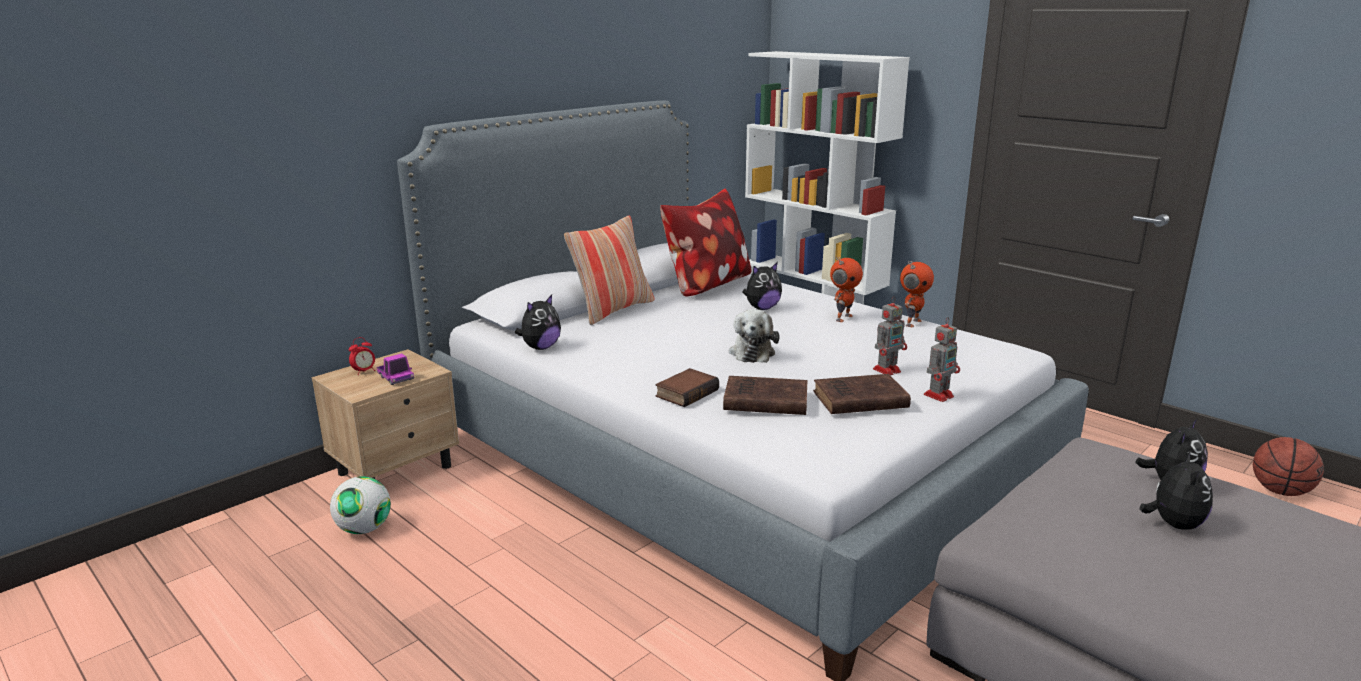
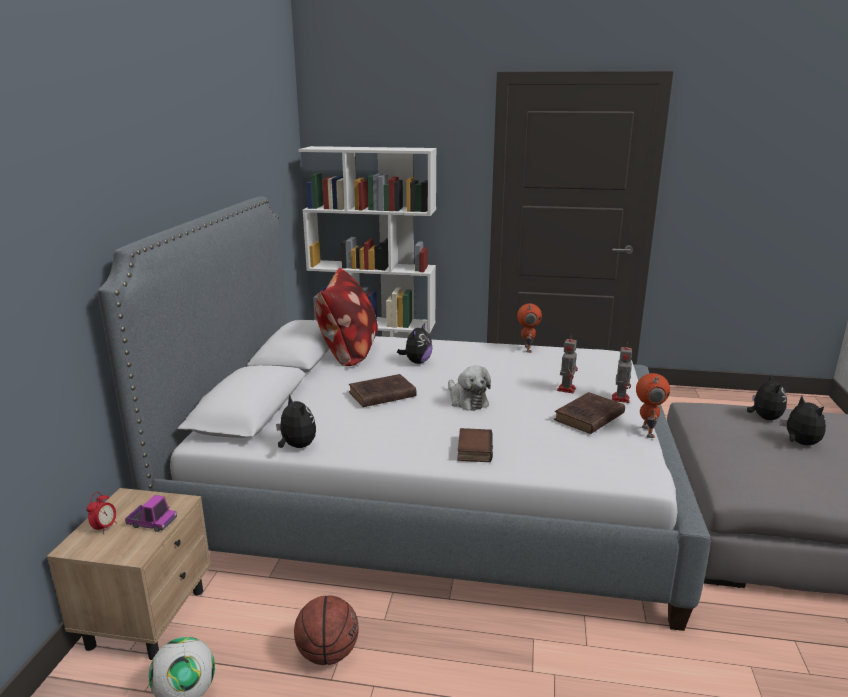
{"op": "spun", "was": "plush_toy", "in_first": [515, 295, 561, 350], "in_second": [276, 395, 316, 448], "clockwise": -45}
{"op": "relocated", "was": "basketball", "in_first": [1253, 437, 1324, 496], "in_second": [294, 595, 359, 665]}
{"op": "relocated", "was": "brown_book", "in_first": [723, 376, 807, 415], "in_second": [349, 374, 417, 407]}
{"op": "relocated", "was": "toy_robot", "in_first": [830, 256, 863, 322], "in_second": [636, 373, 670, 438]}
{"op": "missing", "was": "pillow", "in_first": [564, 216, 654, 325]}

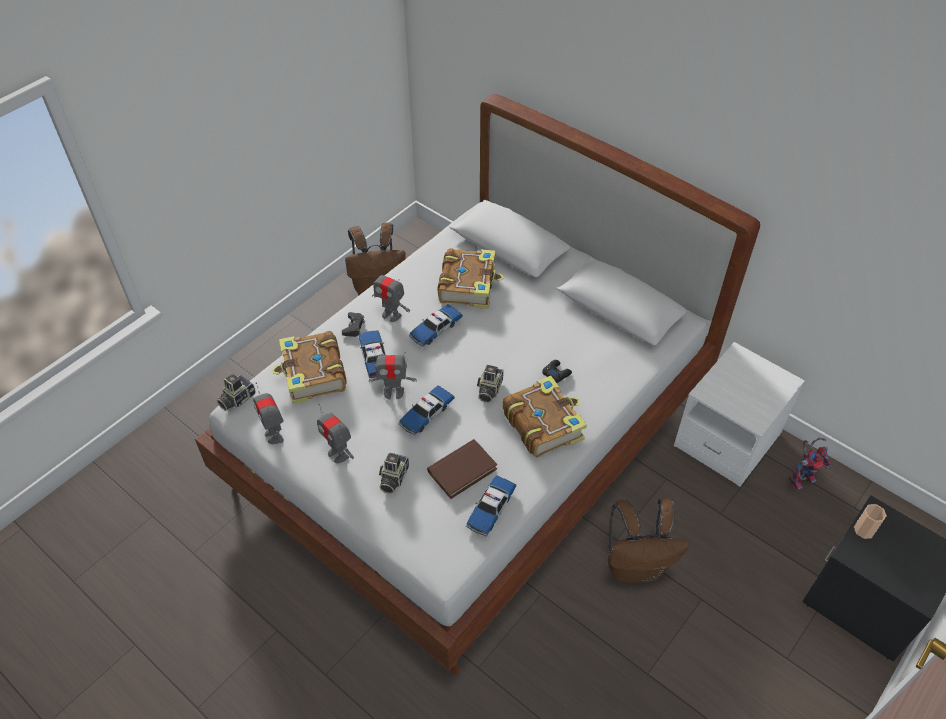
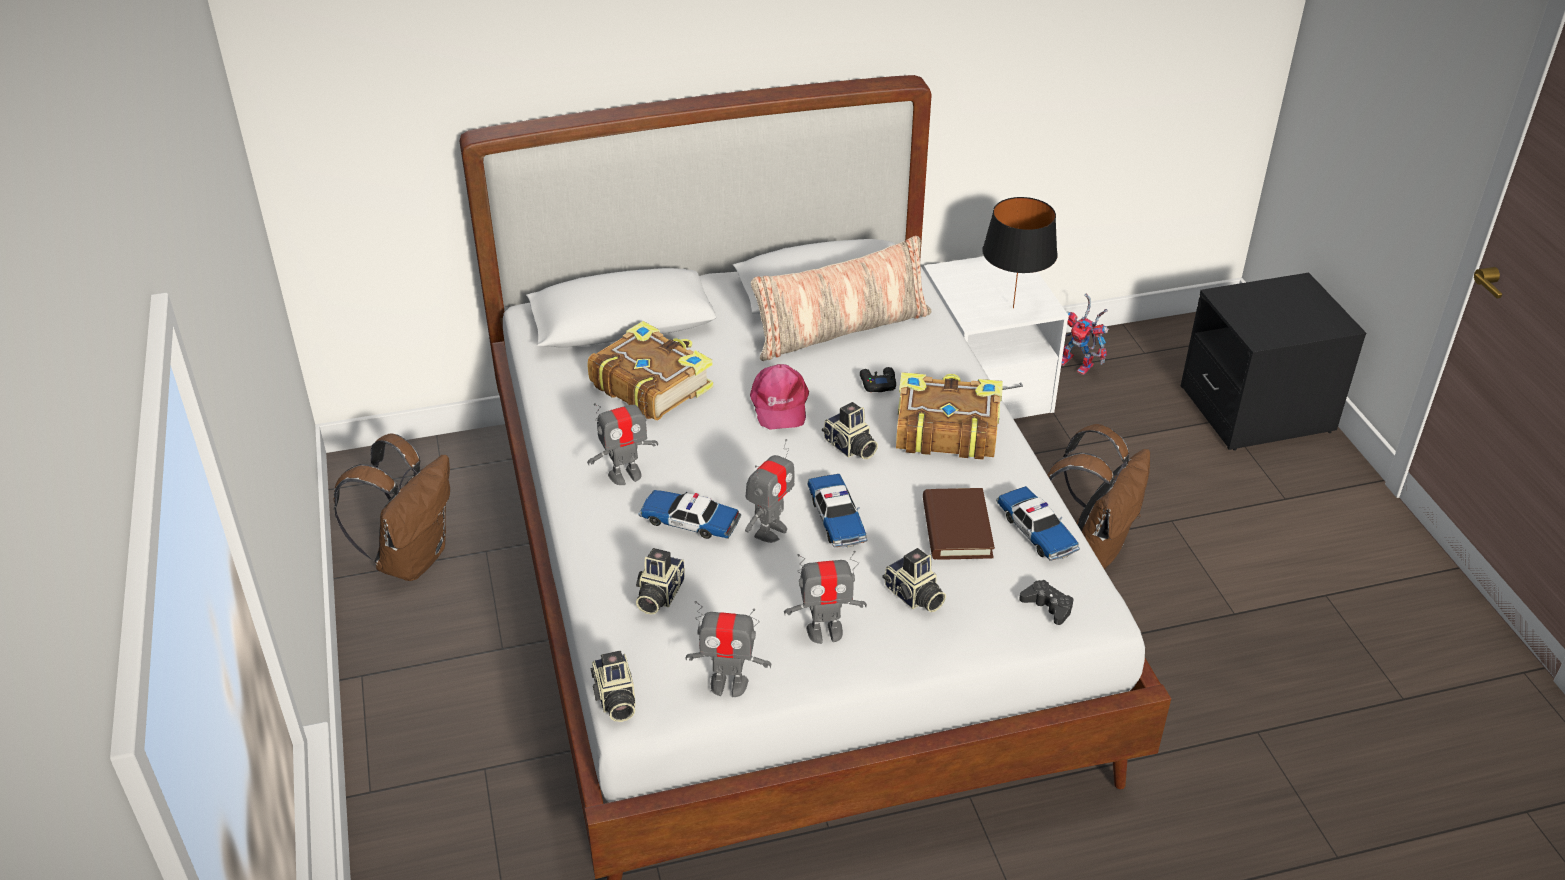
{"op": "exchanged", "was": "book", "now": "photo_camera", "in_first": [272, 331, 347, 404], "in_second": [636, 548, 685, 615]}
{"op": "appeared", "now": "pink_cap", "in_second": [750, 364, 809, 430]}
{"op": "appeared", "now": "pillow", "in_second": [751, 236, 932, 361]}
{"op": "appeared", "now": "black_table_lamp", "in_second": [982, 197, 1058, 308]}
{"op": "relocated", "was": "black_game_controller", "in_first": [342, 312, 365, 337], "in_second": [1019, 580, 1074, 625]}
{"op": "spun", "was": "toy_robot", "in_first": [789, 437, 832, 491], "in_second": [1061, 294, 1109, 375], "clockwise": 120}
{"op": "missing", "was": "toy_car", "in_first": [409, 304, 463, 347]}
{"op": "missing", "was": "cup", "in_first": [854, 504, 887, 539]}

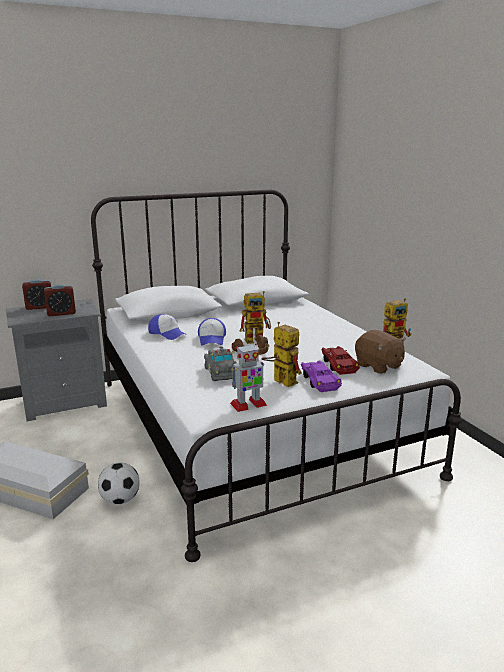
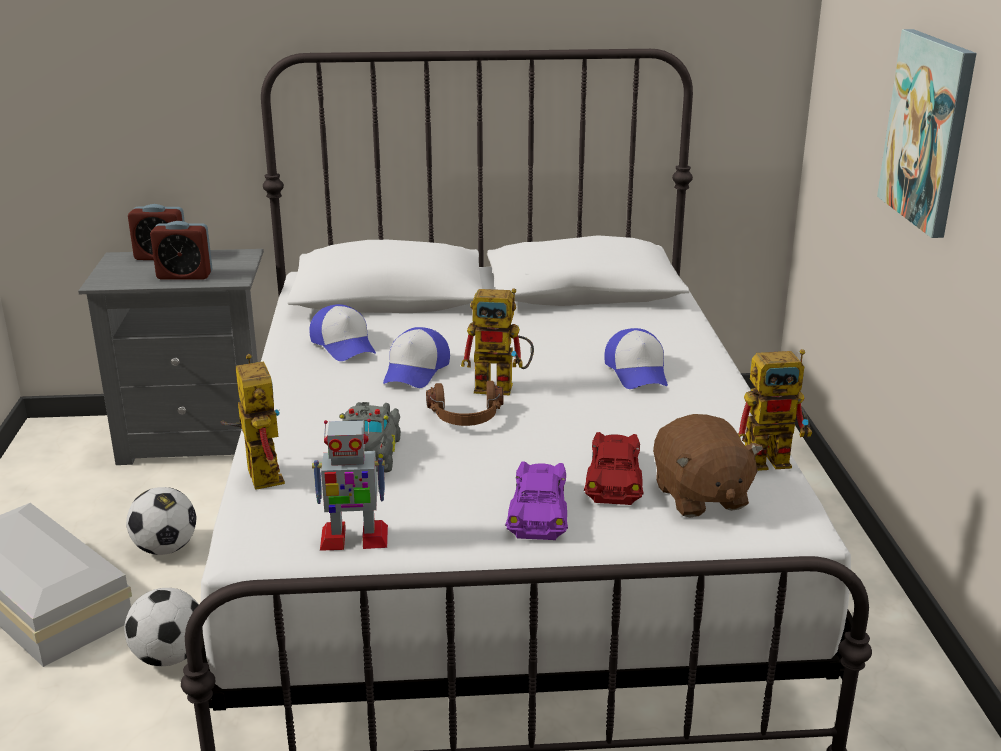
{"op": "appeared", "now": "football", "in_second": [126, 487, 197, 555]}
{"op": "relocated", "was": "toy_robot", "in_first": [261, 322, 302, 387], "in_second": [221, 354, 285, 490]}
{"op": "appeared", "now": "cap", "in_second": [604, 328, 668, 389]}
{"op": "appeared", "now": "picture", "in_second": [877, 29, 977, 238]}

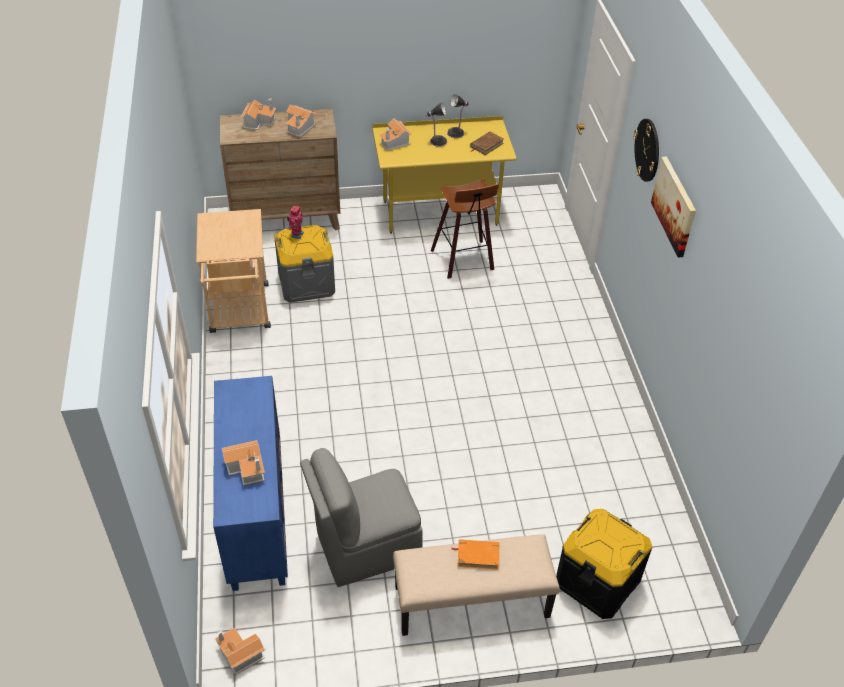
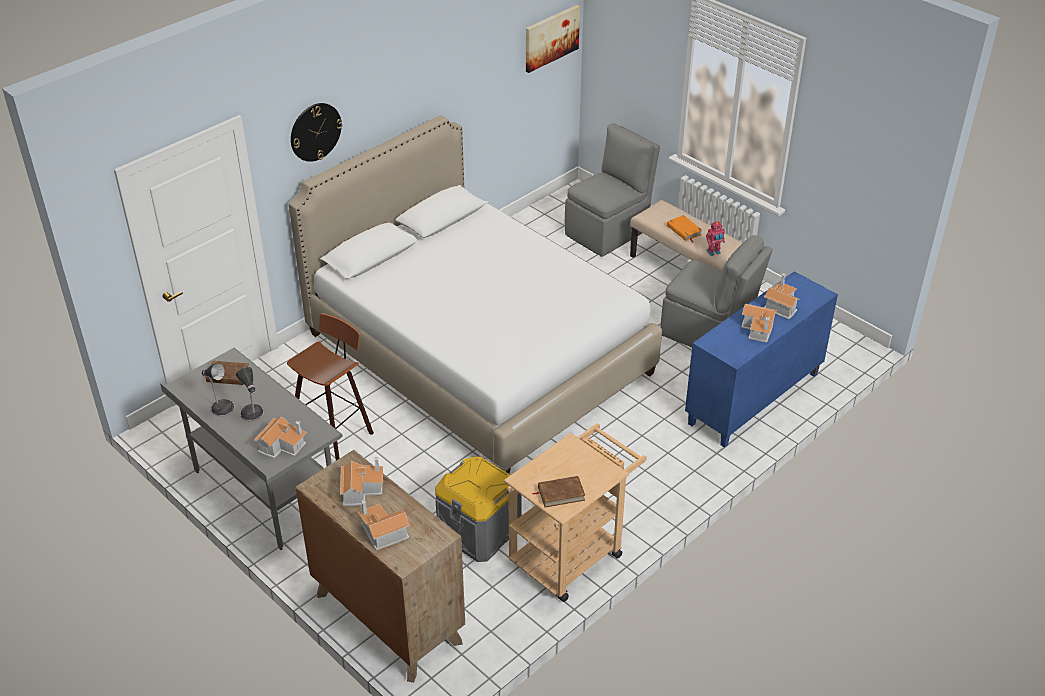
{"op": "colour", "was": "yellow_desk", "now": "grey_desk", "in_first": [372, 116, 516, 234], "in_second": [160, 348, 343, 550]}
{"op": "appeared", "now": "white_bed", "in_second": [289, 115, 662, 474]}
{"op": "relocated", "was": "picture", "in_first": [651, 156, 696, 257], "in_second": [526, 5, 580, 73]}
{"op": "appeared", "now": "brown_book", "in_second": [532, 476, 585, 508]}
{"op": "exchanged", "was": "black_storage_box", "now": "grey_chair", "in_first": [556, 509, 652, 619], "in_second": [565, 123, 660, 257]}
{"op": "relocated", "was": "toy_robot", "in_first": [287, 206, 304, 239], "in_second": [706, 221, 725, 256]}
{"op": "relocated", "was": "toy_house", "in_first": [215, 627, 265, 675], "in_second": [741, 304, 777, 343]}

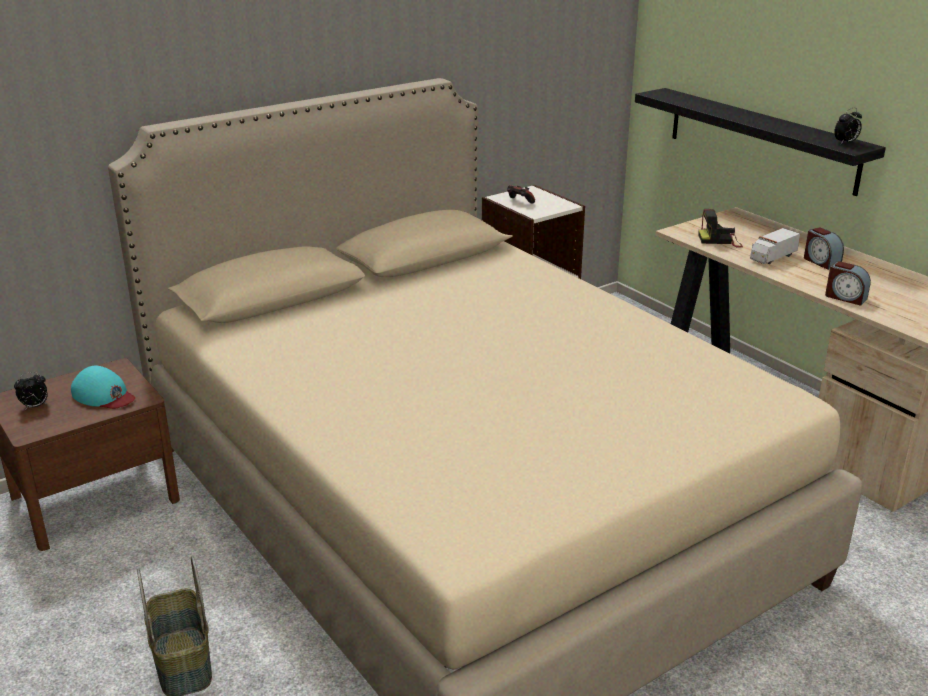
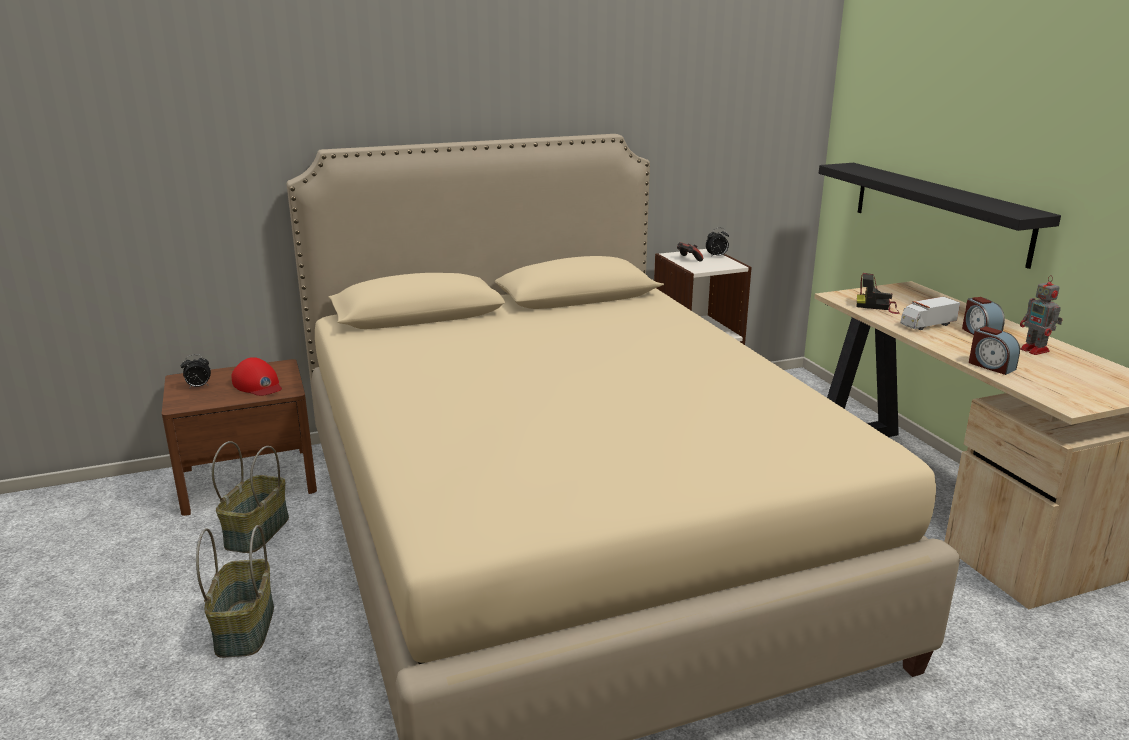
{"op": "appeared", "now": "basket", "in_second": [212, 441, 289, 553]}
{"op": "colour", "was": "turquoise_cap", "now": "red_cap", "in_first": [71, 366, 135, 409], "in_second": [232, 357, 282, 396]}
{"op": "relocated", "was": "alarm_clock", "in_first": [834, 108, 862, 144], "in_second": [706, 228, 729, 258]}
{"op": "appeared", "now": "toy_robot", "in_second": [1020, 275, 1063, 355]}

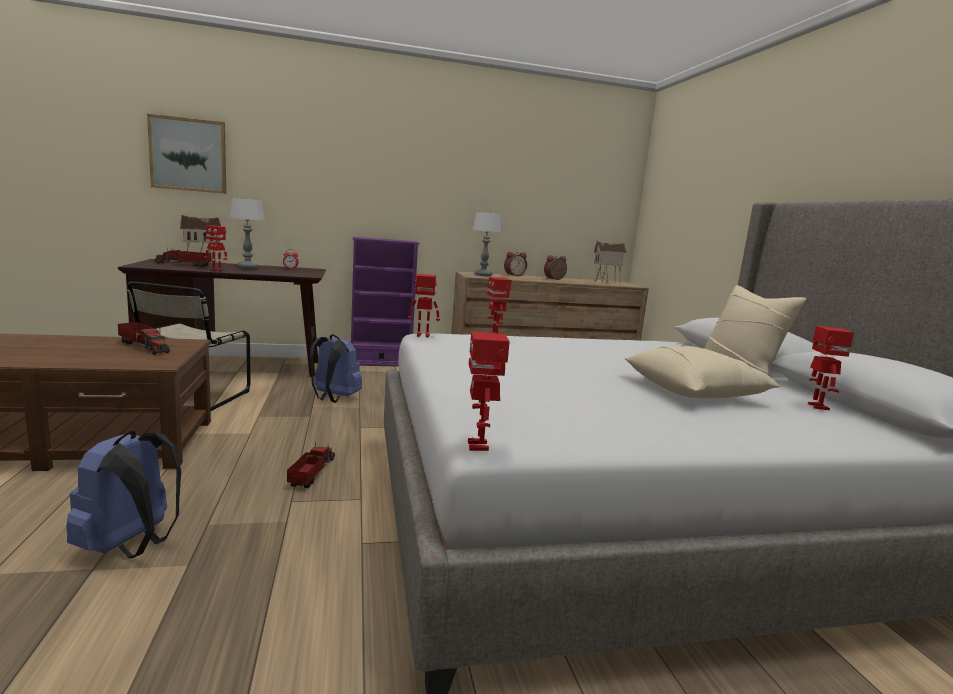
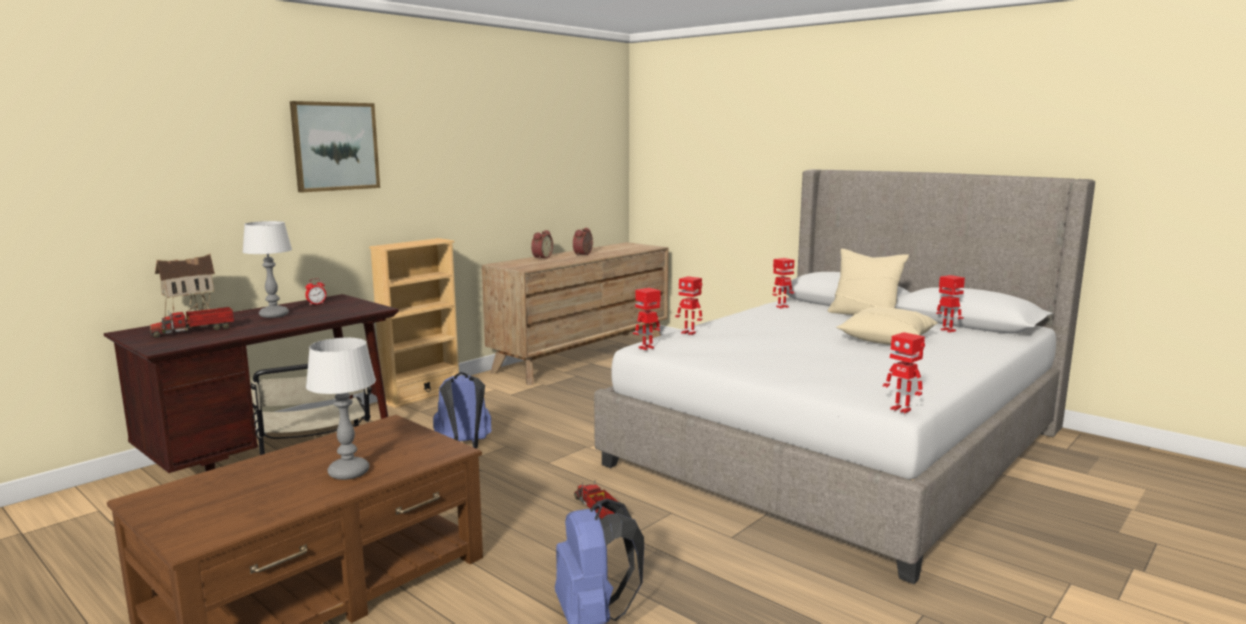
{"op": "relocated", "was": "picture", "in_first": [147, 114, 226, 194], "in_second": [290, 101, 380, 193]}
{"op": "relocated", "was": "table_lamp", "in_first": [472, 211, 502, 276], "in_second": [306, 338, 376, 480]}
{"op": "colour", "was": "purple_bookcase", "now": "beige_bookcase", "in_first": [351, 237, 419, 367], "in_second": [369, 238, 459, 409]}
{"op": "relocated", "was": "toy_robot", "in_first": [204, 226, 227, 271], "in_second": [772, 258, 794, 309]}
{"op": "missing", "was": "toy_truck", "in_first": [118, 322, 170, 355]}
{"op": "missing", "was": "toy_house", "in_first": [594, 240, 627, 284]}

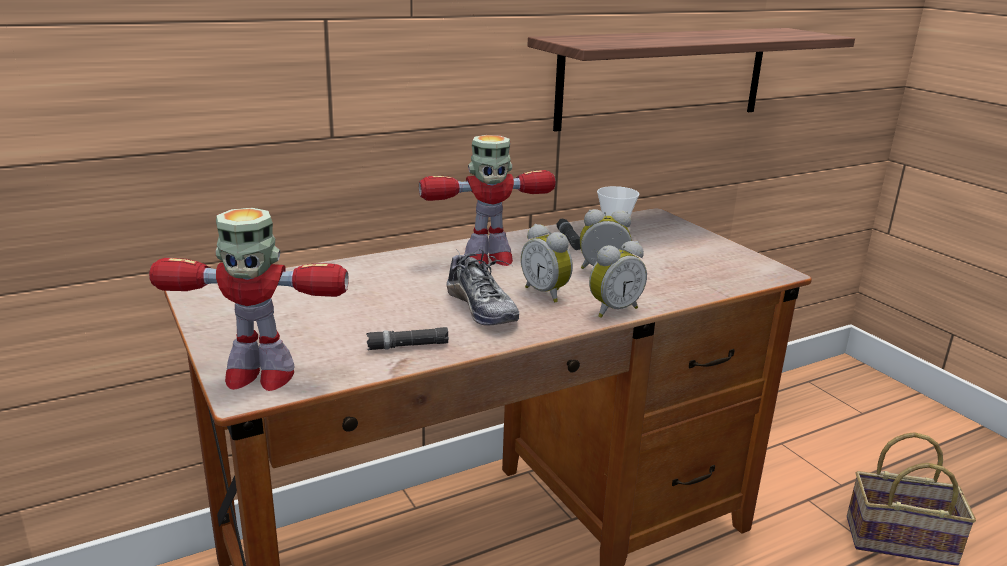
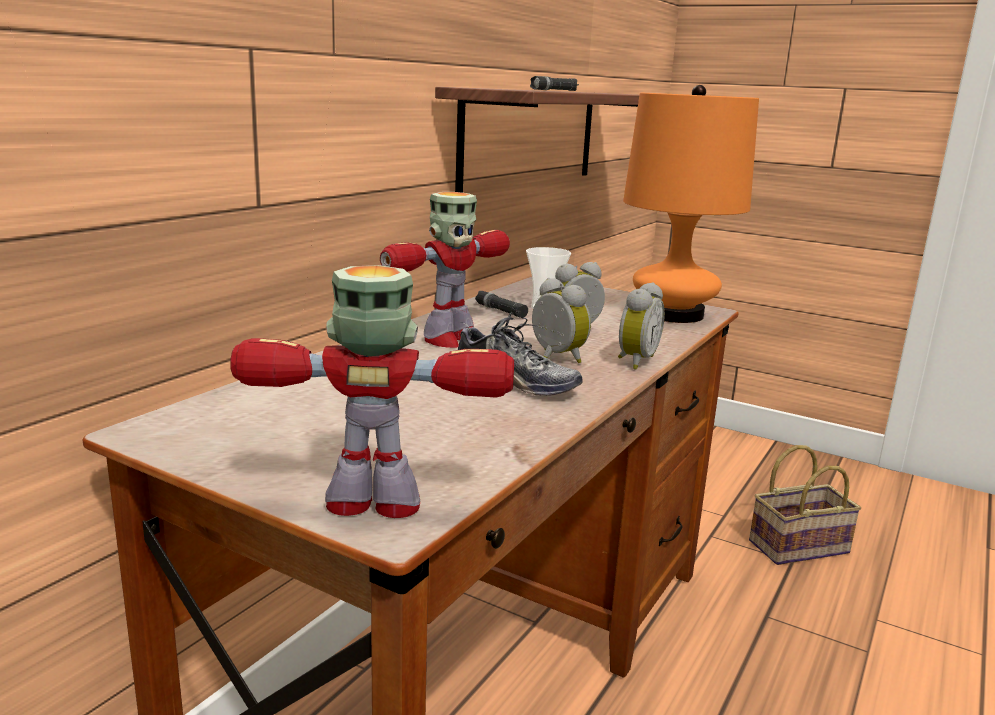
{"op": "spun", "was": "toy_robot", "in_first": [149, 208, 349, 391], "in_second": [230, 265, 514, 518], "clockwise": -150}
{"op": "relocated", "was": "black_flashlight", "in_first": [366, 327, 449, 350], "in_second": [530, 76, 579, 91]}
{"op": "spun", "was": "alarm_clock", "in_first": [521, 224, 573, 303], "in_second": [532, 278, 591, 363], "clockwise": -150}
{"op": "appeared", "now": "orange_table_lamp", "in_second": [623, 85, 759, 323]}

